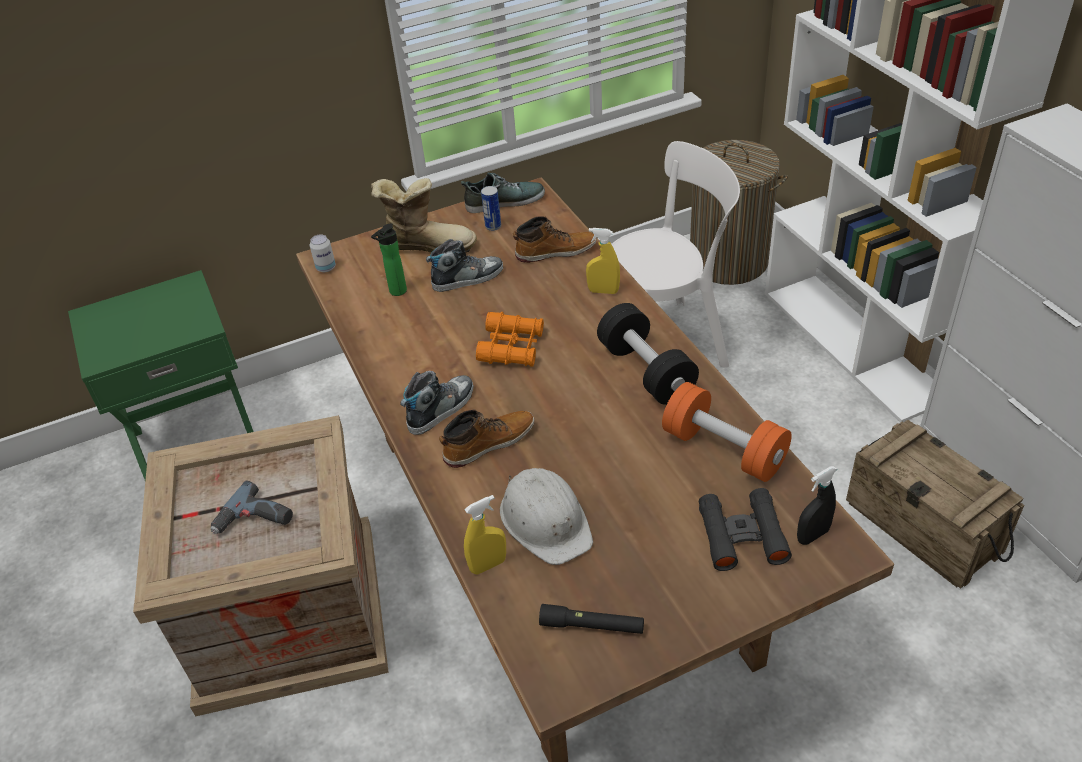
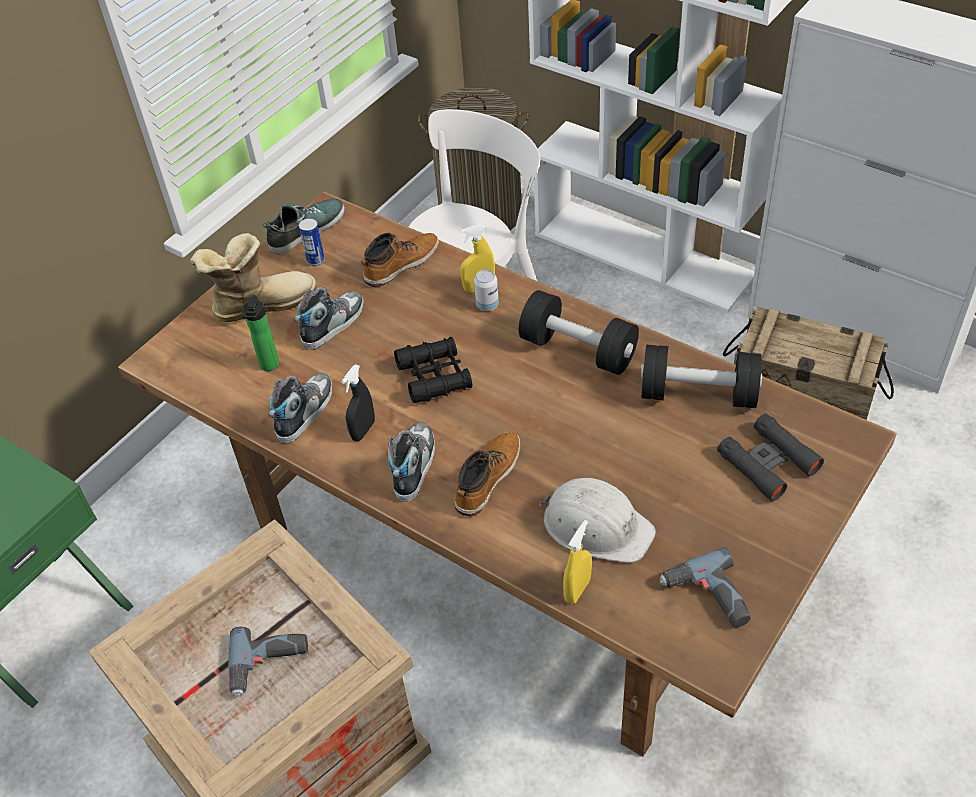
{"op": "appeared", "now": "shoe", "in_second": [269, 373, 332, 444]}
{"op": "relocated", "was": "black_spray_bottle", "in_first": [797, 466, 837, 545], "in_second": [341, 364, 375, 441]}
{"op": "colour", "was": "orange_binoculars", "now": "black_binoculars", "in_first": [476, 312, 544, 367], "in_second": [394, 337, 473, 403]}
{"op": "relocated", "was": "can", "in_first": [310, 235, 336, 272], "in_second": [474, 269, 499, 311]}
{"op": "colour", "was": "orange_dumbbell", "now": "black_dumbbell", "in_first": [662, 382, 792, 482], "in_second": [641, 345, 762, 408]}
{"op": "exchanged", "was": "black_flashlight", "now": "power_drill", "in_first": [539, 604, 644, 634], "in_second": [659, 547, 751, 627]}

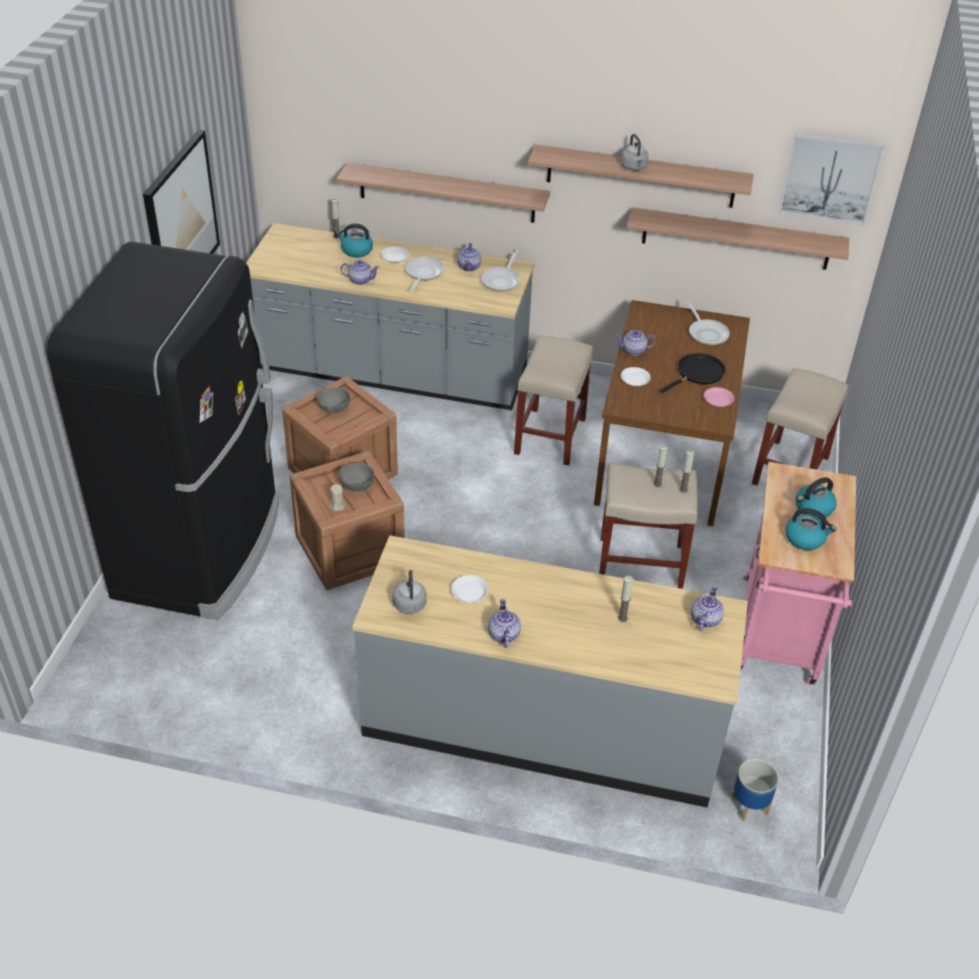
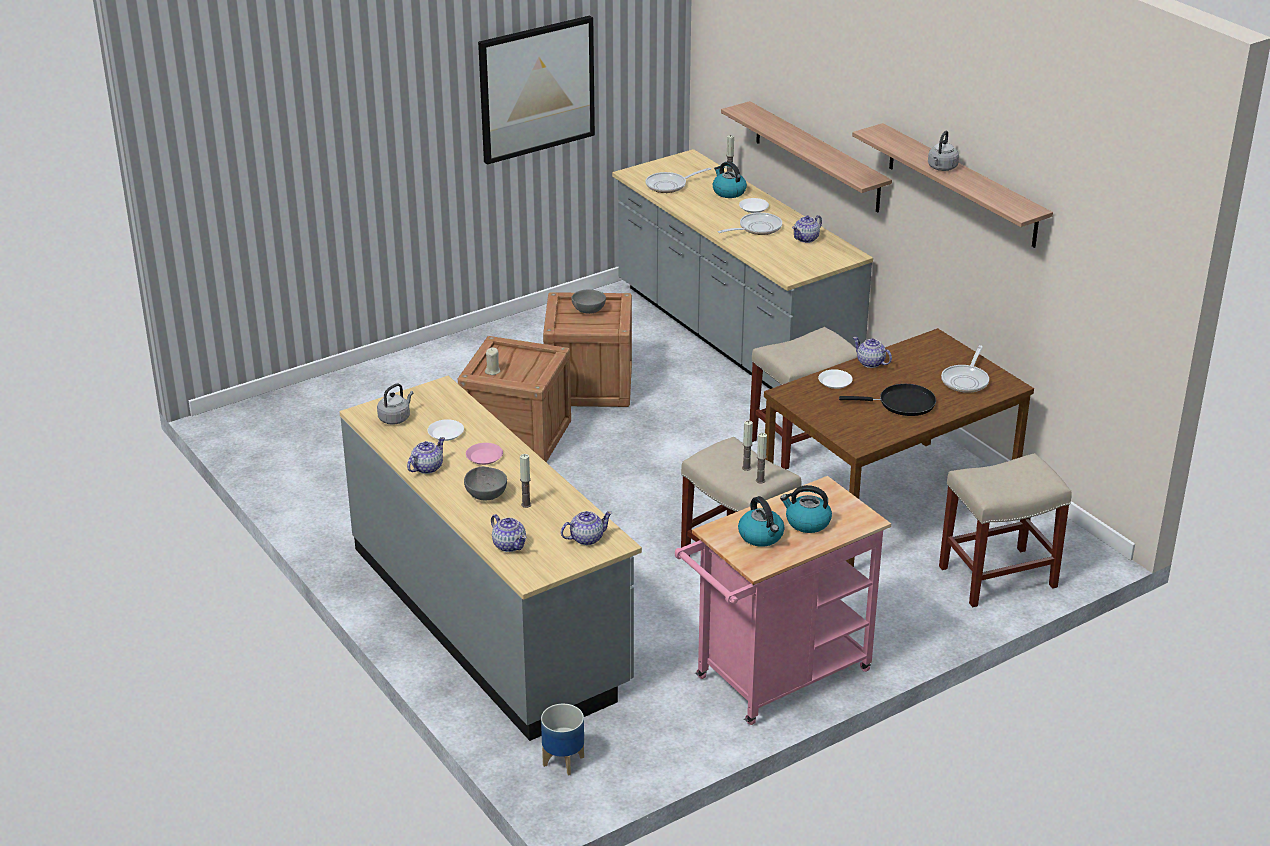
{"op": "relocated", "was": "grey_bowl", "in_first": [339, 462, 375, 492], "in_second": [464, 466, 507, 500]}
{"op": "relocated", "was": "pink_plate", "in_first": [704, 387, 734, 407], "in_second": [466, 443, 503, 465]}
{"op": "relocated", "was": "teapot", "in_first": [340, 260, 380, 285], "in_second": [491, 514, 526, 552]}
{"op": "relocated", "was": "frying_pan", "in_first": [481, 250, 520, 292], "in_second": [645, 168, 711, 193]}
{"op": "missing", "was": "black_fridge", "in_first": [47, 242, 279, 620]}
{"op": "missing", "was": "shelf", "in_first": [627, 207, 849, 270]}
{"op": "missing", "was": "picture", "in_first": [779, 133, 884, 225]}

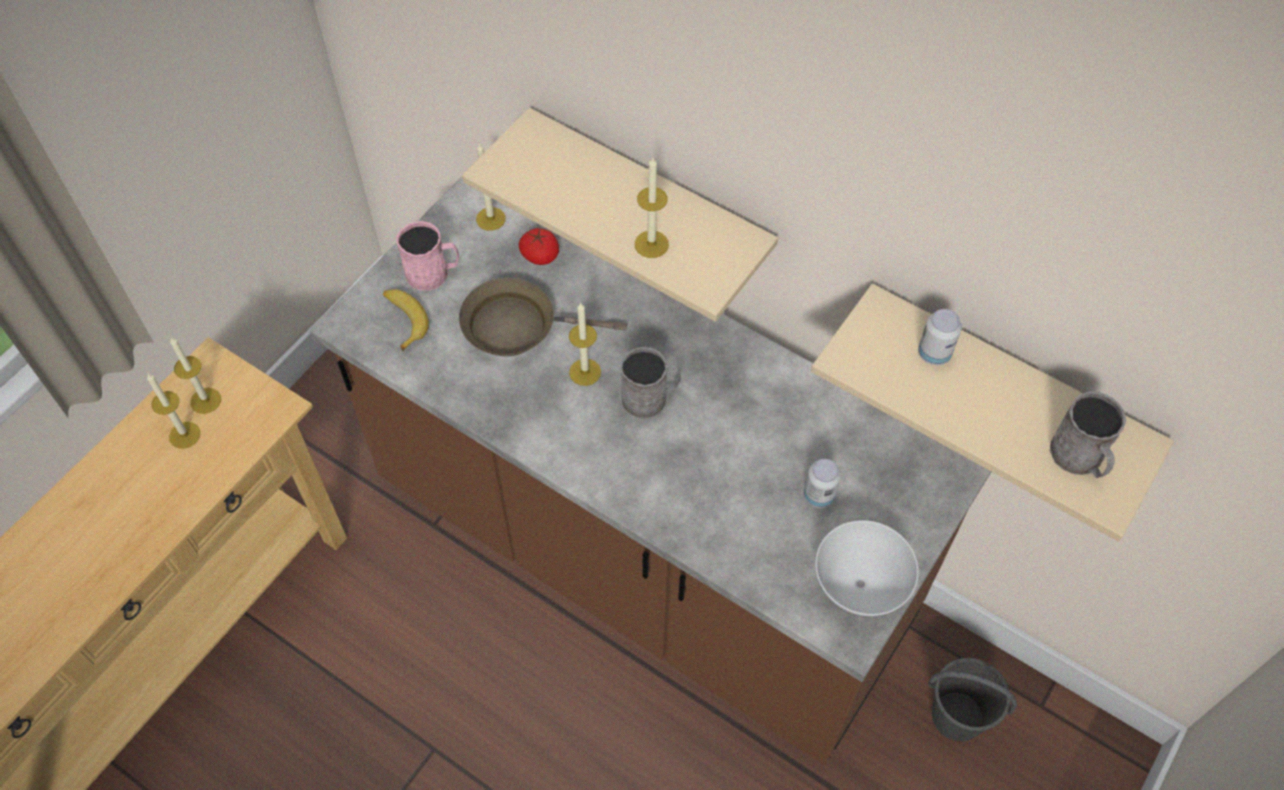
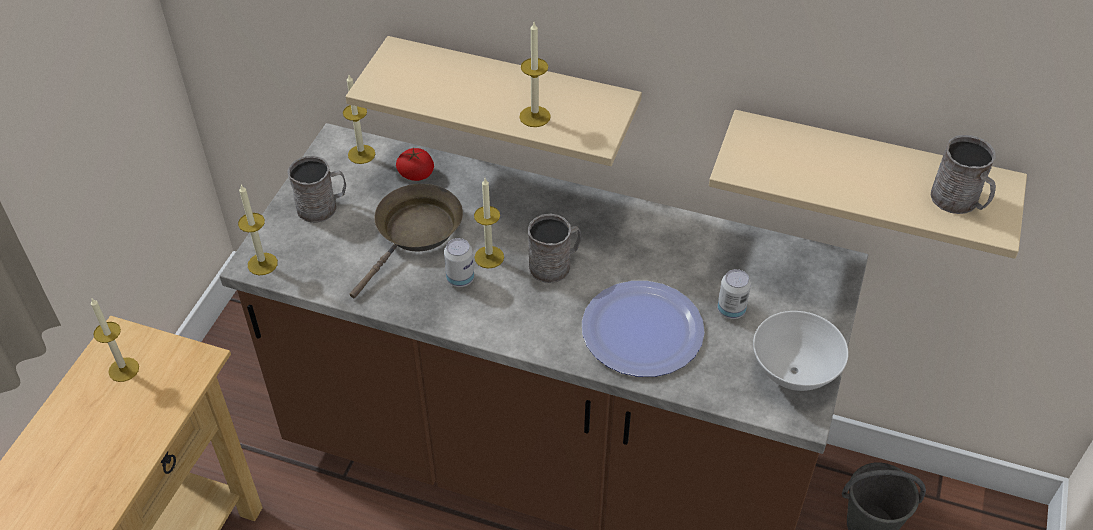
{"op": "relocated", "was": "candle", "in_first": [147, 374, 200, 449], "in_second": [238, 185, 278, 275]}
{"op": "colour", "was": "pink_mug", "now": "grey_mug", "in_first": [396, 221, 459, 291], "in_second": [287, 156, 346, 223]}
{"op": "spun", "was": "brown_frying_pan", "in_first": [459, 278, 627, 356], "in_second": [350, 184, 463, 299], "clockwise": 135}
{"op": "relocated", "was": "can", "in_first": [918, 309, 962, 365], "in_second": [444, 238, 474, 287]}
{"op": "appeared", "now": "plate", "in_second": [582, 281, 705, 377]}
{"op": "missing", "was": "banana", "in_first": [383, 289, 429, 351]}

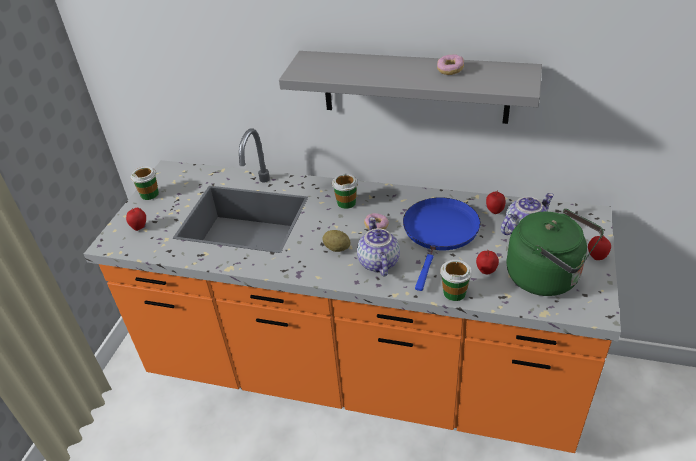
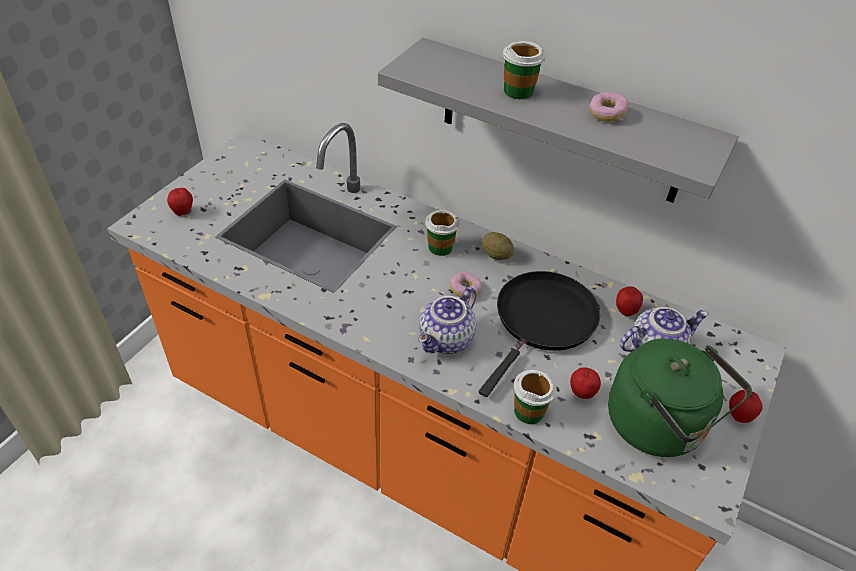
{"op": "spun", "was": "teapot", "in_first": [357, 217, 400, 277], "in_second": [418, 287, 476, 354], "clockwise": -150}
{"op": "colour", "was": "blue_frying_pan", "now": "black_frying_pan", "in_first": [403, 197, 481, 291], "in_second": [479, 271, 600, 397]}
{"op": "relocated", "was": "potato", "in_first": [322, 230, 350, 252], "in_second": [482, 232, 514, 260]}
{"op": "relocated", "was": "cup", "in_first": [131, 167, 159, 200], "in_second": [503, 41, 546, 99]}

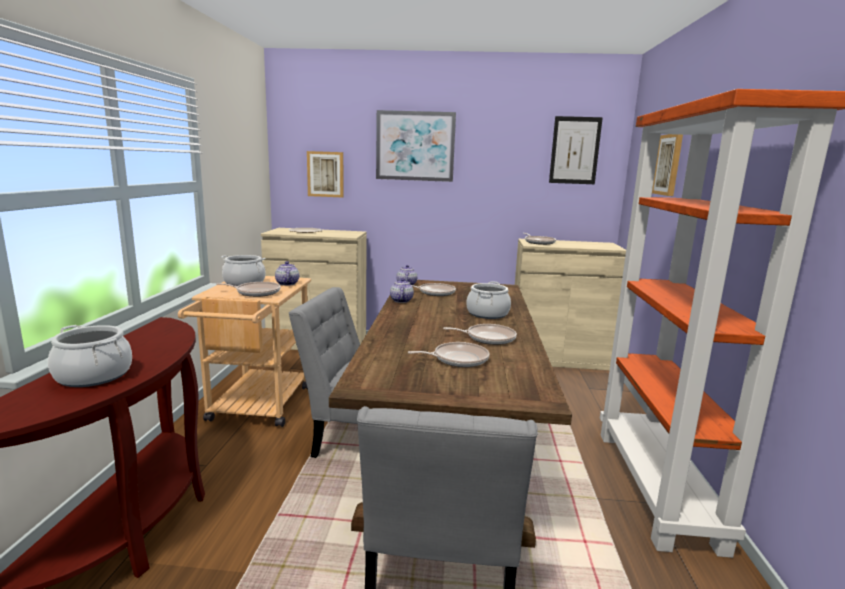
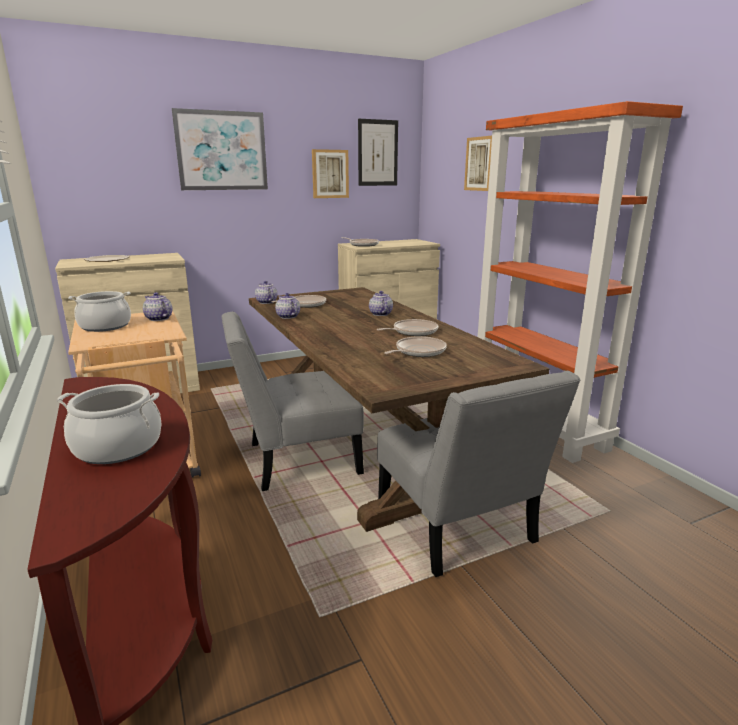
{"op": "relocated", "was": "picture", "in_first": [307, 151, 344, 198], "in_second": [312, 149, 349, 198]}
{"op": "exchanged", "was": "cooking_pot", "now": "teapot", "in_first": [467, 281, 511, 319], "in_second": [369, 291, 393, 316]}
{"op": "missing", "was": "frying_pan", "in_first": [216, 282, 281, 297]}

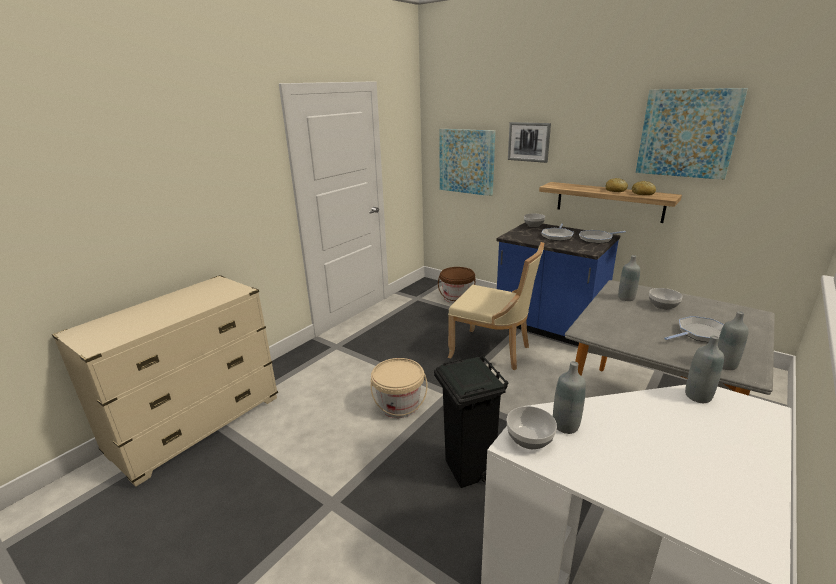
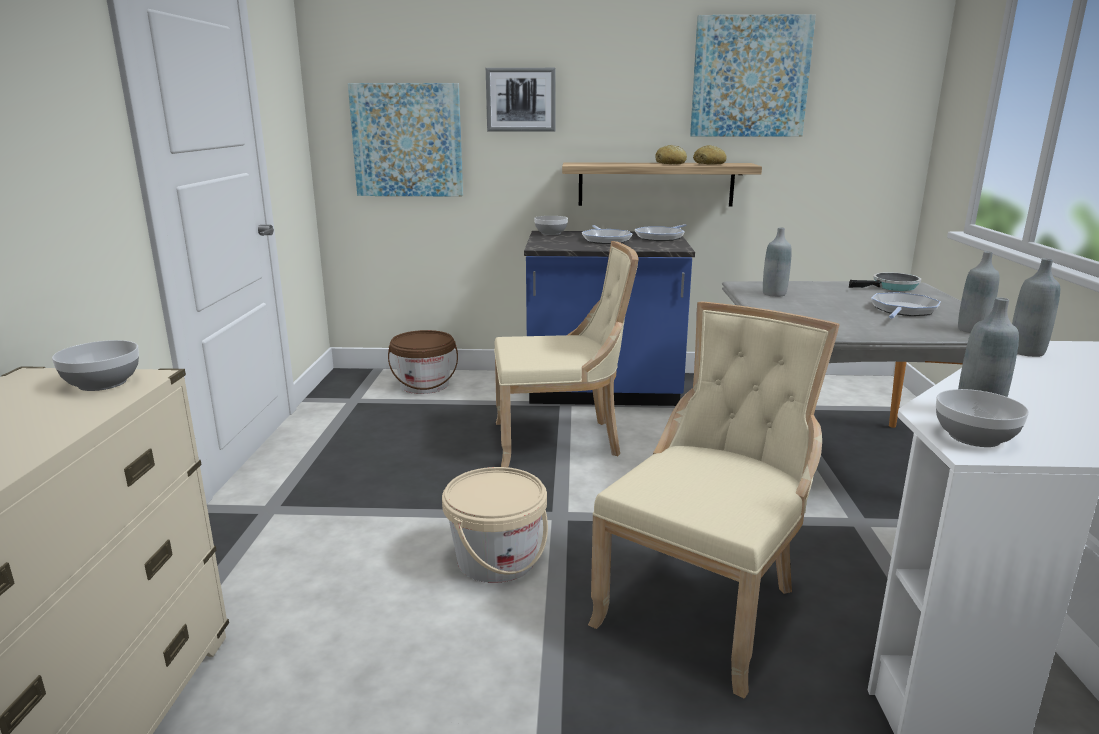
{"op": "relocated", "was": "bowl", "in_first": [649, 288, 683, 310], "in_second": [52, 340, 139, 391]}
{"op": "exchanged", "was": "black_trash_can", "now": "beige_chair", "in_first": [434, 355, 509, 488], "in_second": [588, 302, 840, 699]}
{"op": "appeared", "now": "frying_pan", "in_second": [849, 272, 921, 291]}

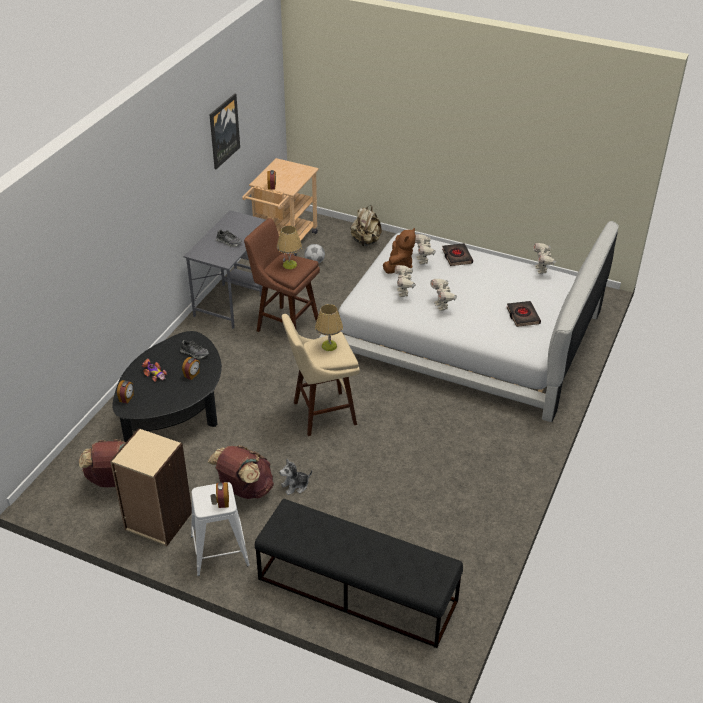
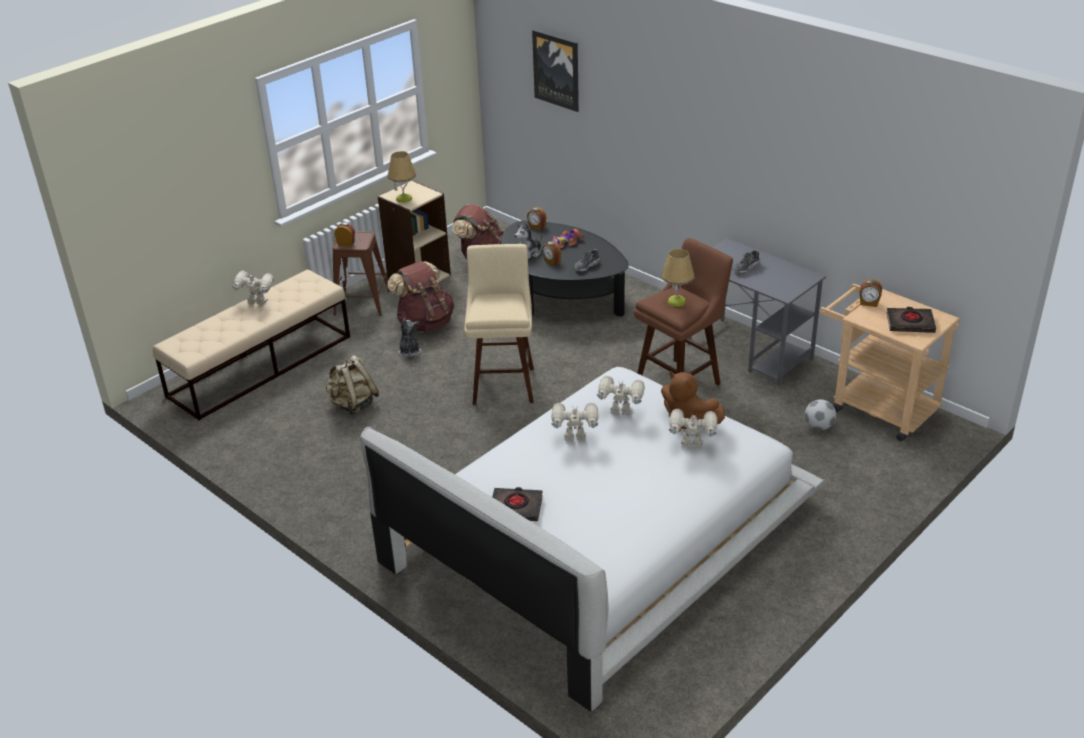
{"op": "colour", "was": "black_bench", "now": "beige_bench", "in_first": [255, 499, 463, 648], "in_second": [153, 269, 350, 420]}
{"op": "relocated", "was": "toy_robot", "in_first": [533, 243, 556, 274], "in_second": [232, 270, 274, 305]}
{"op": "relocated", "was": "beige_backpack", "in_first": [350, 206, 382, 247], "in_second": [325, 355, 379, 415]}
{"op": "colour", "was": "white_stool", "now": "brown_stool", "in_first": [191, 482, 250, 576], "in_second": [332, 231, 390, 316]}
{"op": "relocated", "was": "table_lamp", "in_first": [315, 304, 343, 351], "in_second": [388, 151, 416, 203]}
{"op": "appeared", "now": "plush_toy", "in_second": [515, 223, 542, 259]}
{"op": "relocated", "was": "picture", "in_first": [209, 94, 240, 169], "in_second": [532, 30, 579, 112]}
{"op": "relocated", "was": "black_book", "in_first": [442, 243, 473, 266], "in_second": [886, 307, 936, 333]}

